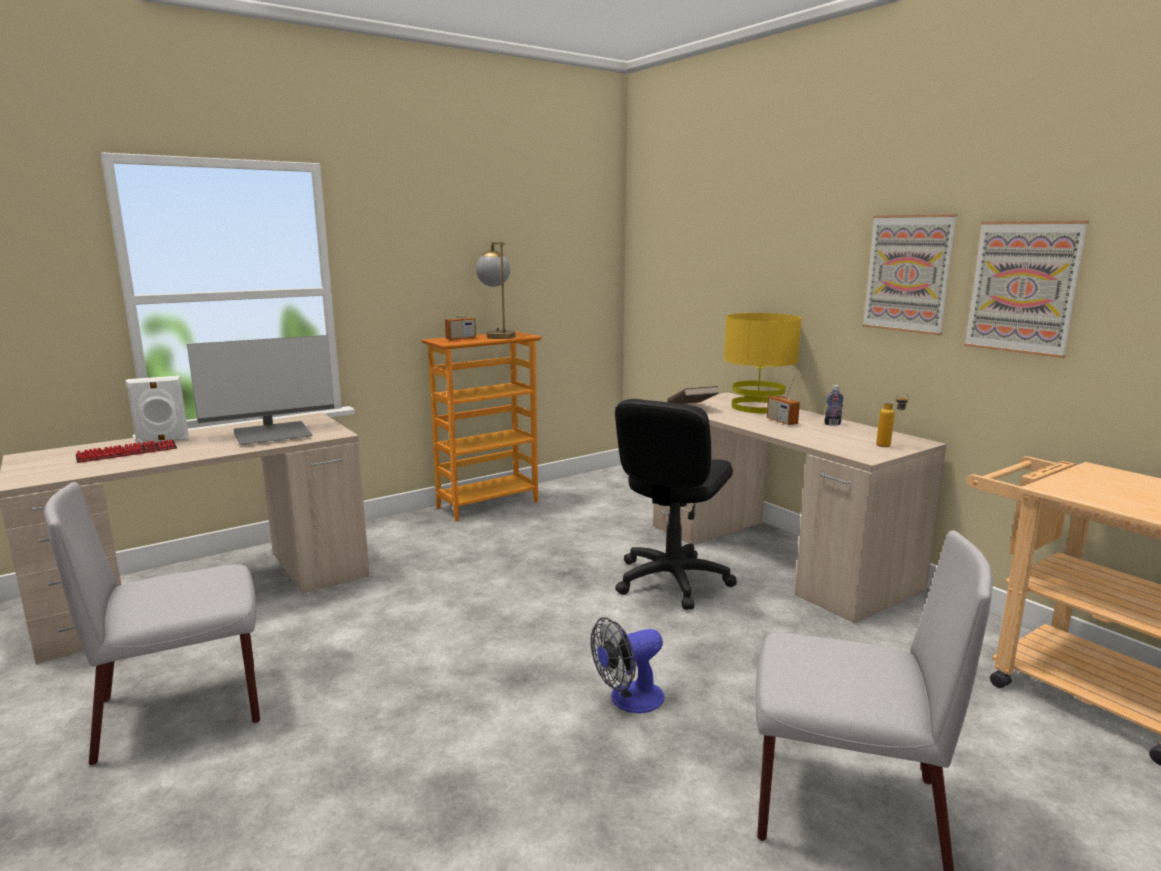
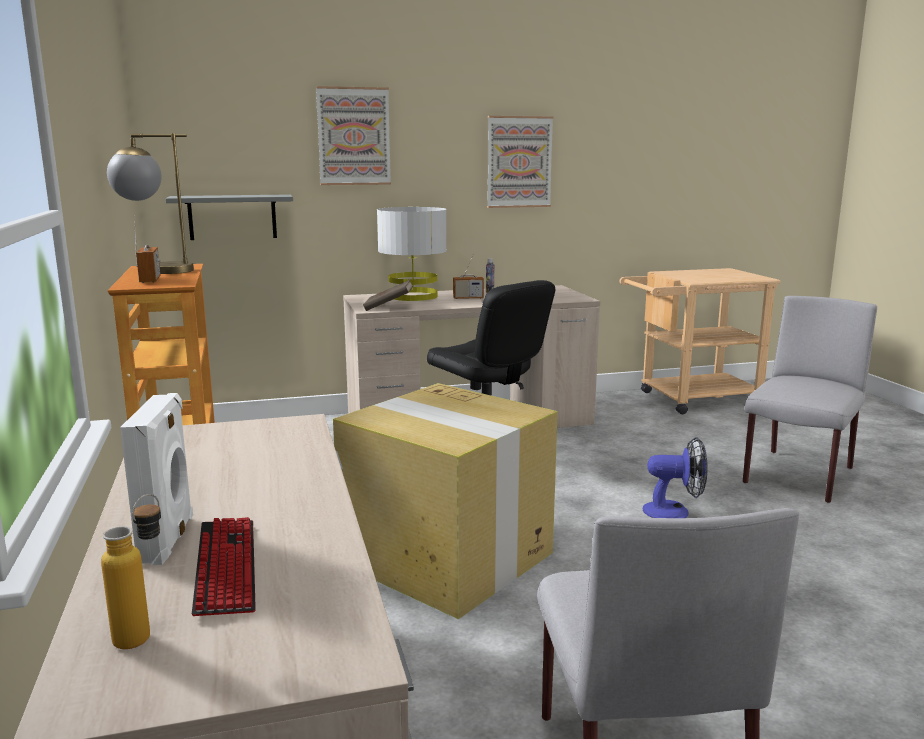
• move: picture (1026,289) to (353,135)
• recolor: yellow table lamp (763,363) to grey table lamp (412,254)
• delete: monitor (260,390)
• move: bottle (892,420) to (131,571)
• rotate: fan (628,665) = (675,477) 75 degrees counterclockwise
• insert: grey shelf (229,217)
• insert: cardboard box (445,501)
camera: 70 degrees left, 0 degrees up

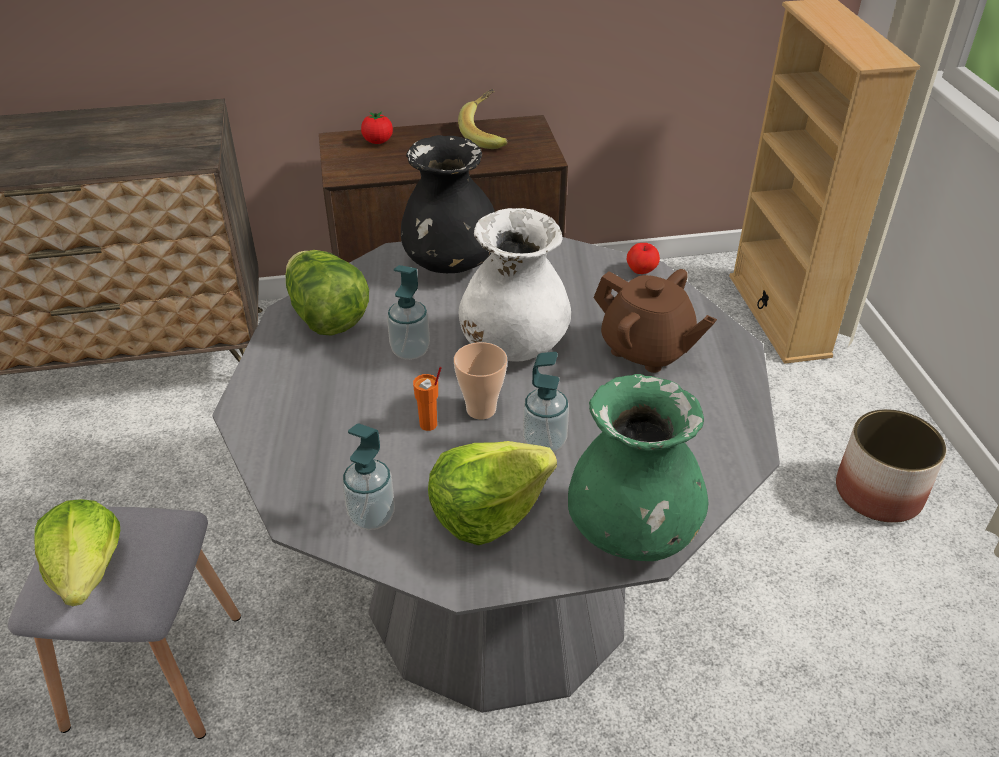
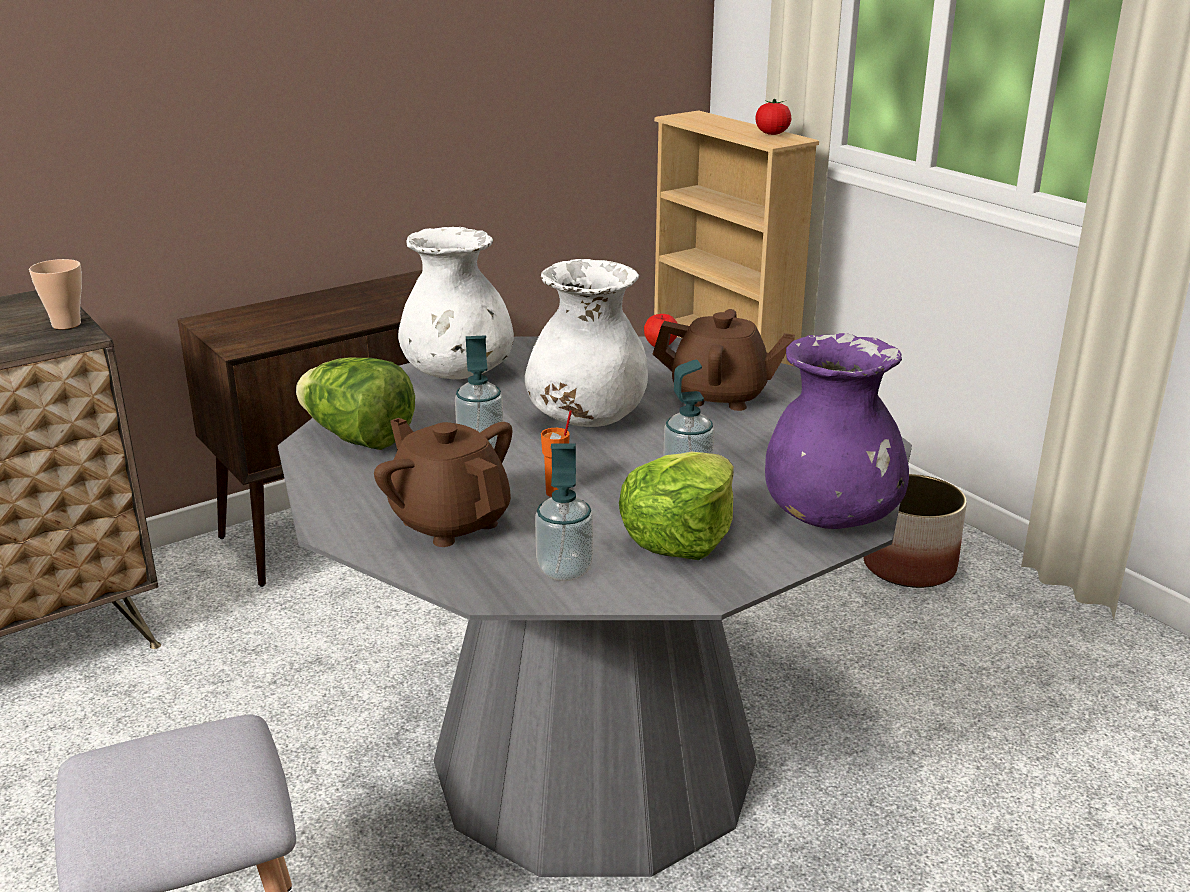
• delete: banana (483,119)
• move: tomato (377,127) to (773,117)
• recolor: black vase (448,204) to white vase (456,303)
• move: cup (480,381) to (55,294)
• recolor: green vase (638,467) to purple vase (837,431)
• delete: lettuce (77,552)
• insert: brown teapot (443,482)
camera: 25 degrees left, 15 degrees down

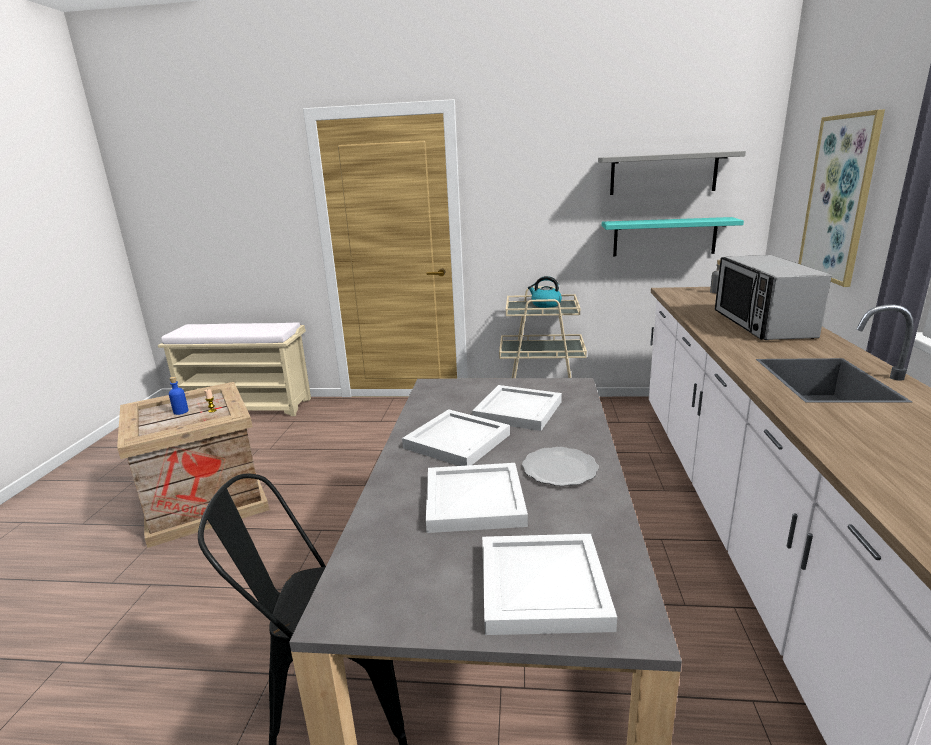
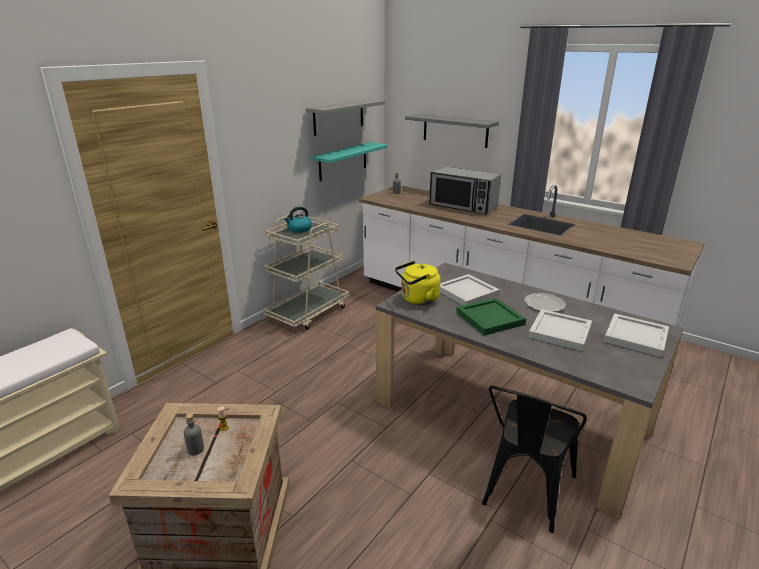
• replace: picture (841,198) to grey shelf (452,131)
• recolor: blue bottle (179,396) to grey bottle (194,434)
• recolor: white tray (456,437) to green tray (491,317)
• insert: yellow kettle (418,283)
camera: 60 degrees left, 5 degrees up

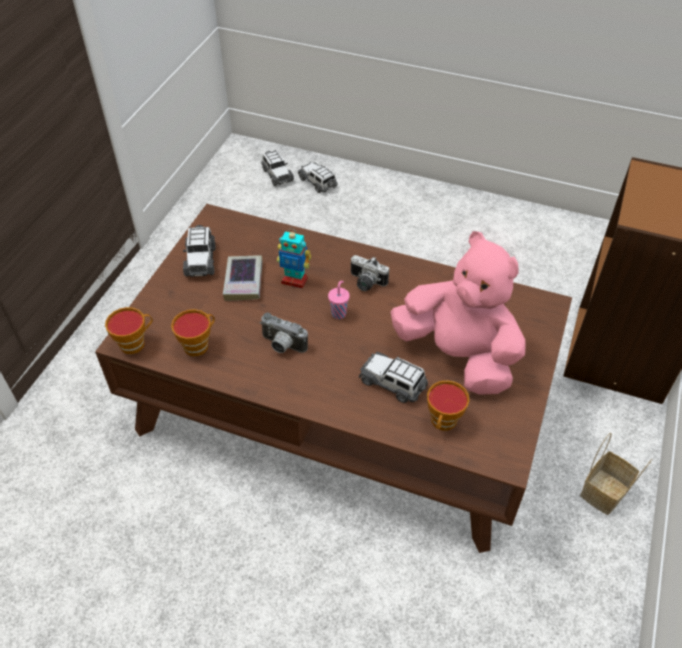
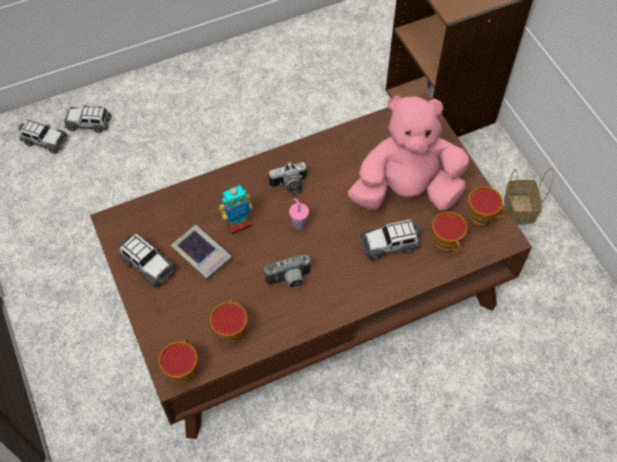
• insert: cup (487,207)
camera: 45 degrees left, 10 degrees up

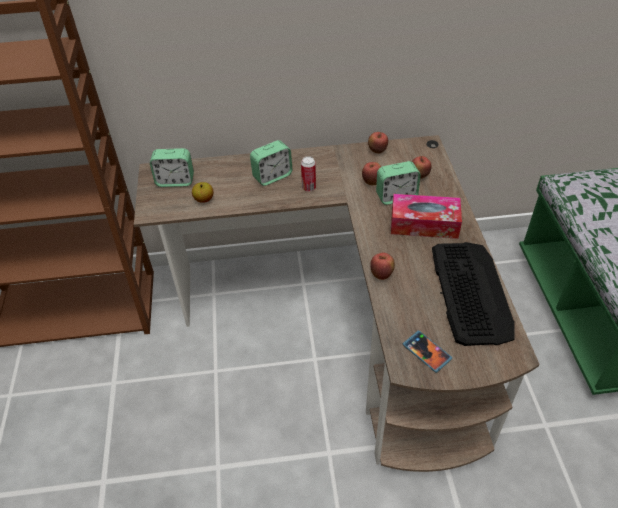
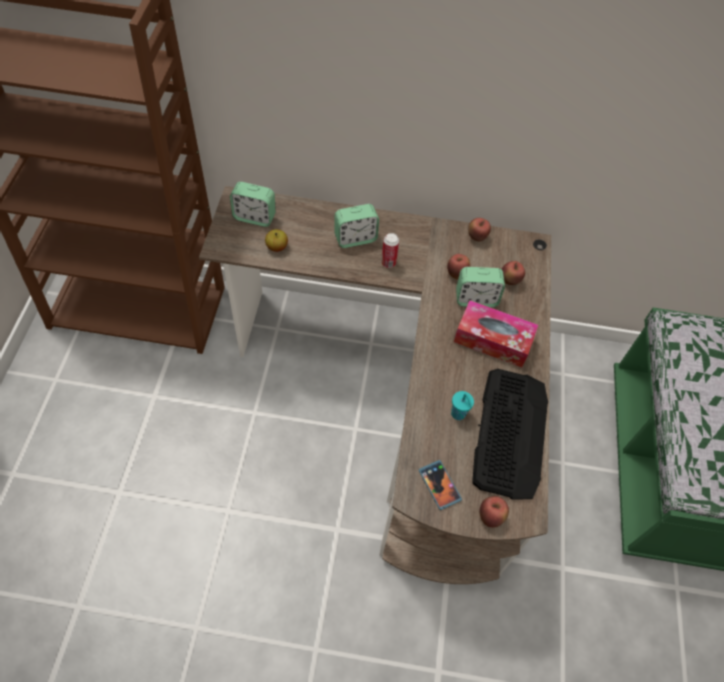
• move: apple (382,266) to (494,511)
• insert: turquoise cup (462,405)
camera: 10 degrees right, 10 degrees up

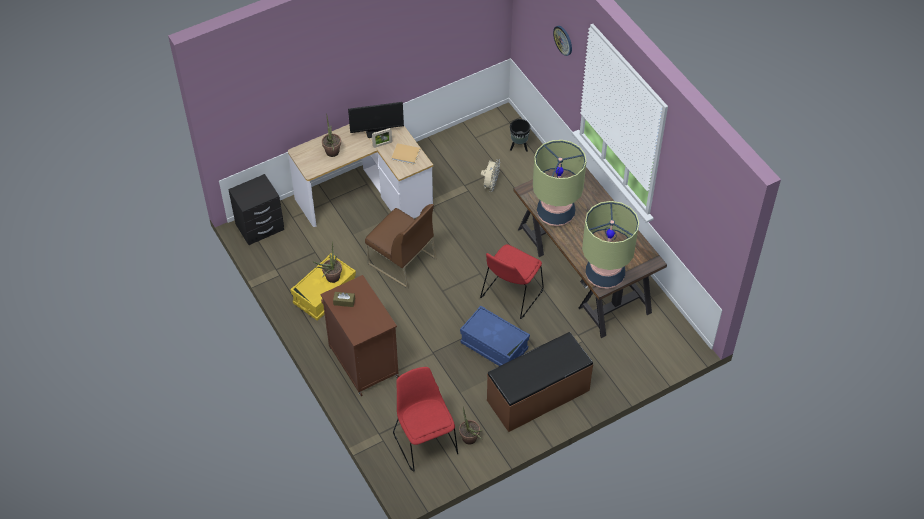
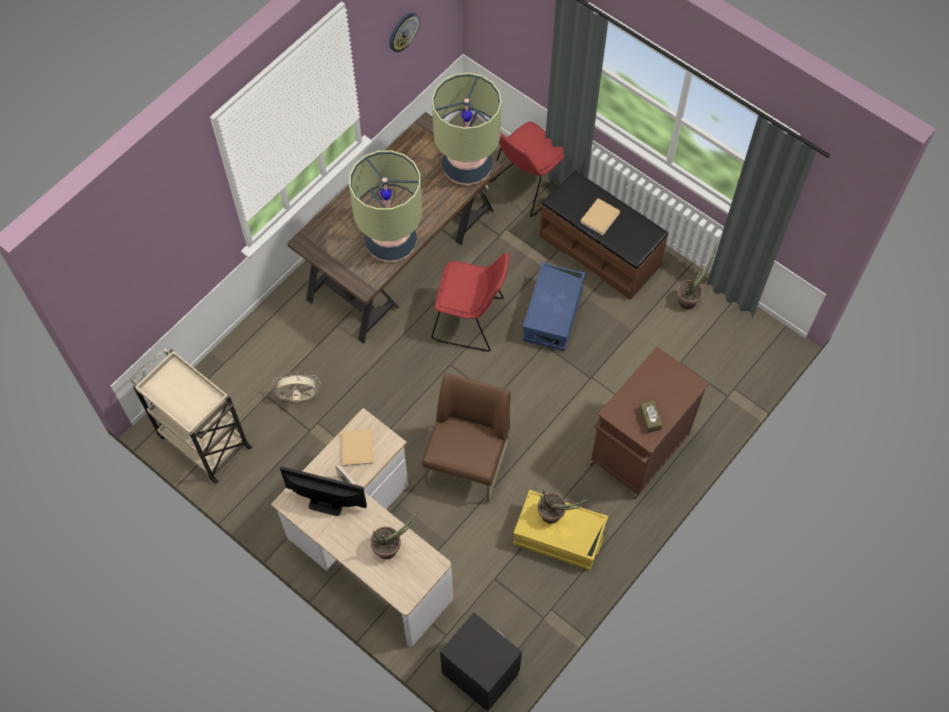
• move: wall clock (562,41) to (404,32)
• rotate: monitor (376,120) = (323,491) 45 degrees counterclockwise
• delete: black planter (520,135)
• move: red chair (425,419) to (527,169)
• insert: beige book (600,216)
• insert: beige cart (192,415)
camera: 110 degrees left, 10 degrees up

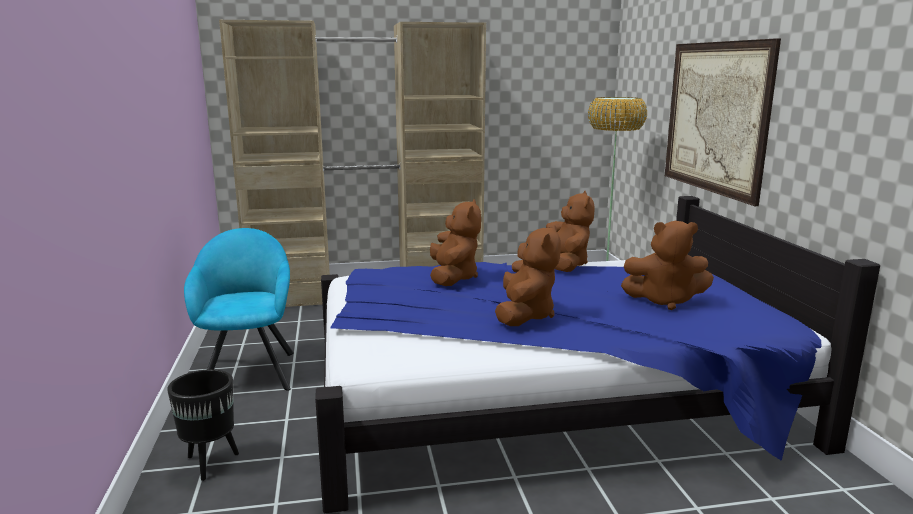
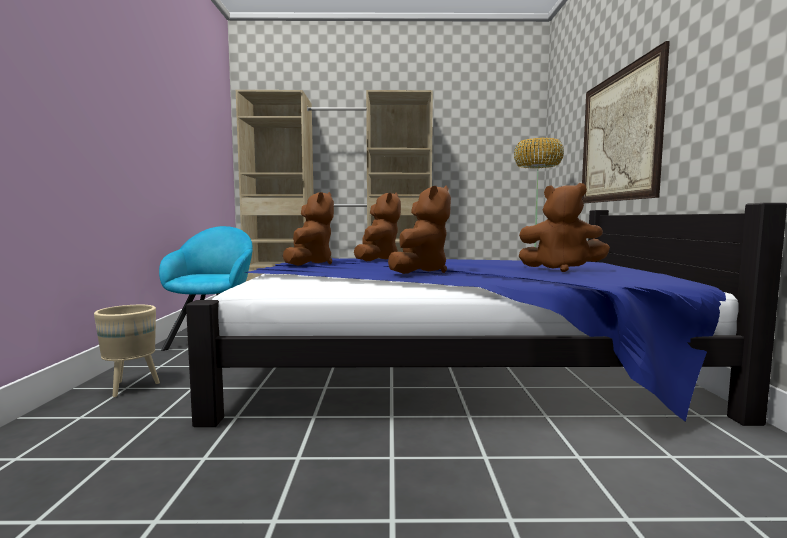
• move: brown plush toy (570,231) to (308,229)
• recolor: black planter (203,425) to beige planter (127,351)
camera: 10 degrees right, 10 degrees down

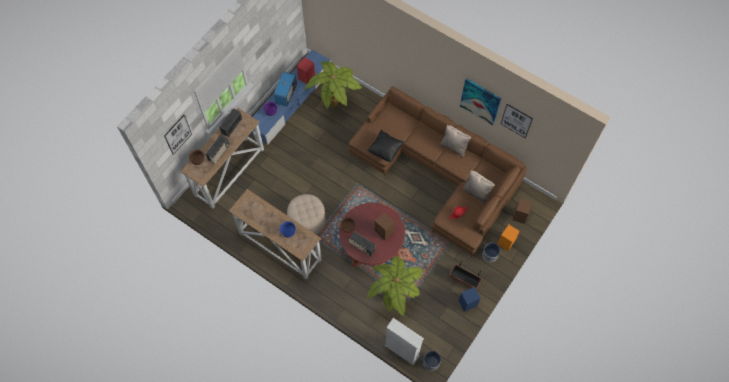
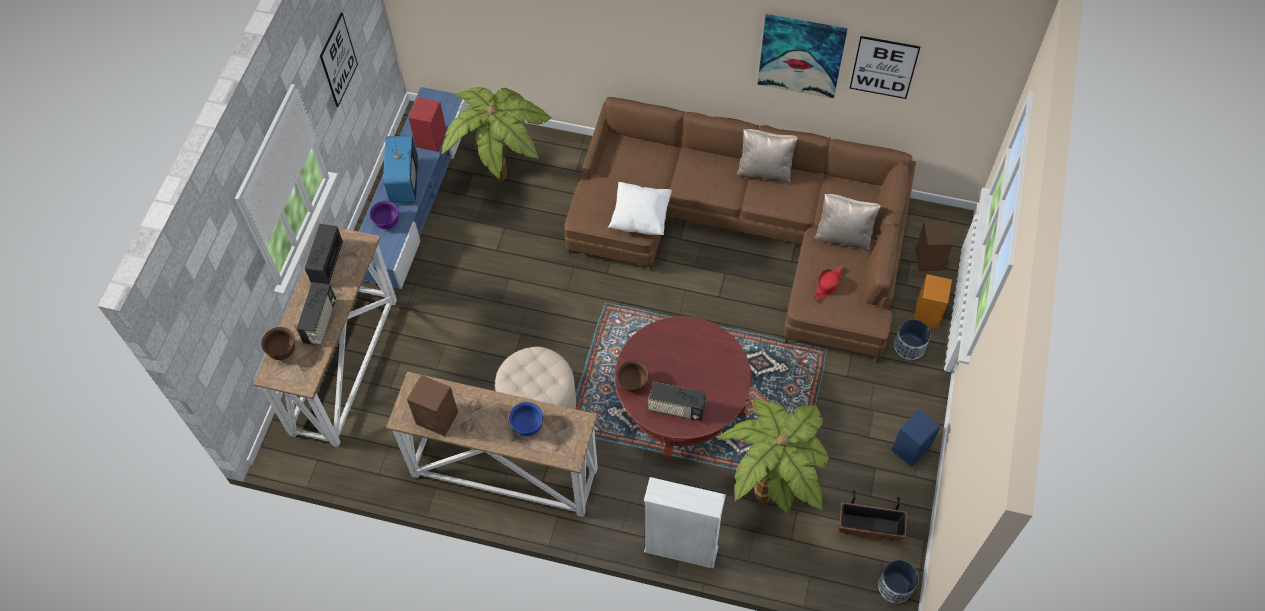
• move: picture (178,135) to (339,60)
• recolor: black pillow (385,146) to white pillow (640,208)
• move: brown speaker (385,226) to (432,405)
• move: planter (466,275) to (873,516)
• move: white bookcase (404,341) to (685,523)
camera: 20 degrees left, 5 degrees down

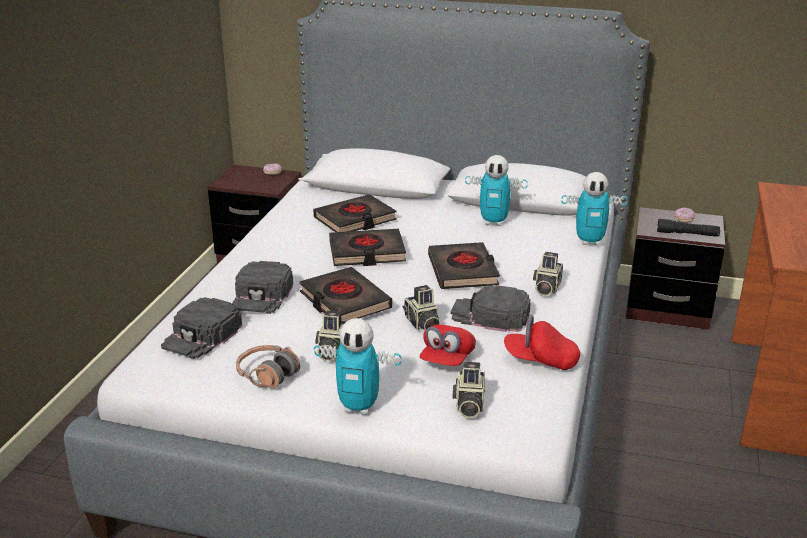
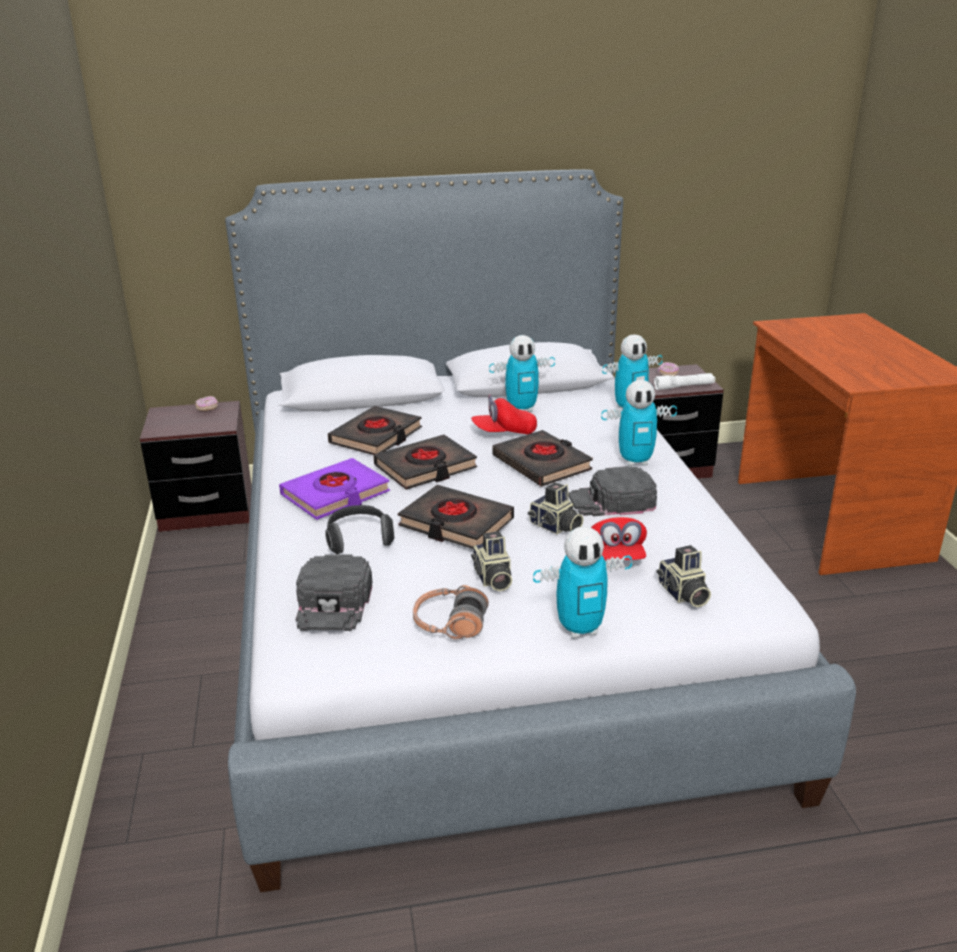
• recolor: black flashlight (688,228) to white flashlight (684,381)
• replace: photo camera (548,274) to toy robot (639,423)
• replace: black cap (262,287) to headphones (359,529)
• move: red cap (542,342) to (504,415)
• insert: purple book (334,489)
camera: 25 degrees left, 0 degrees up

